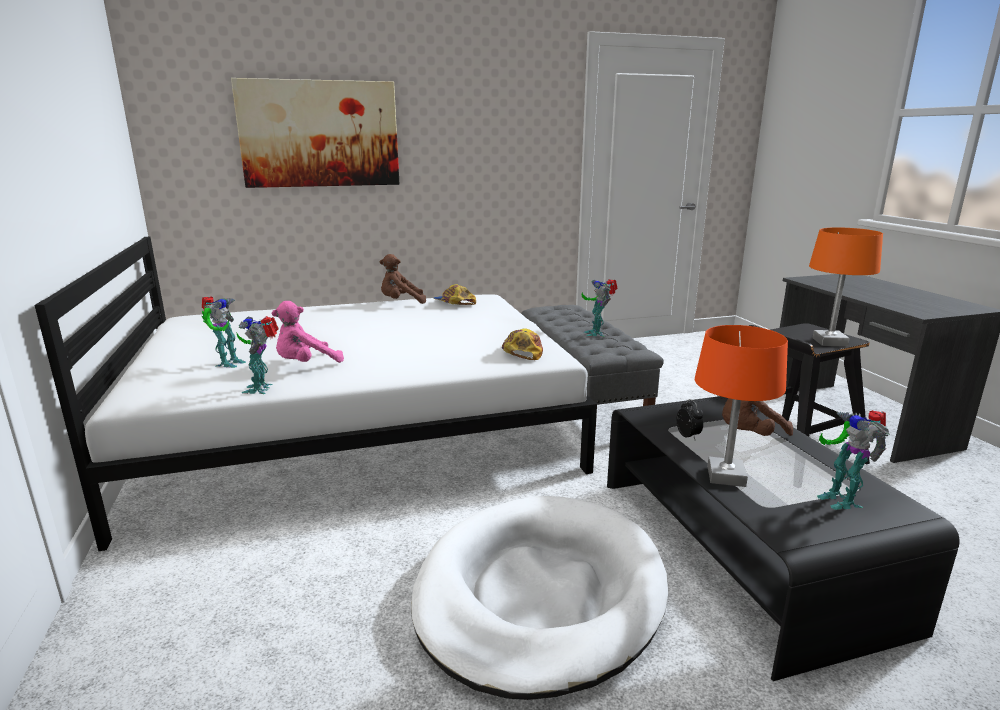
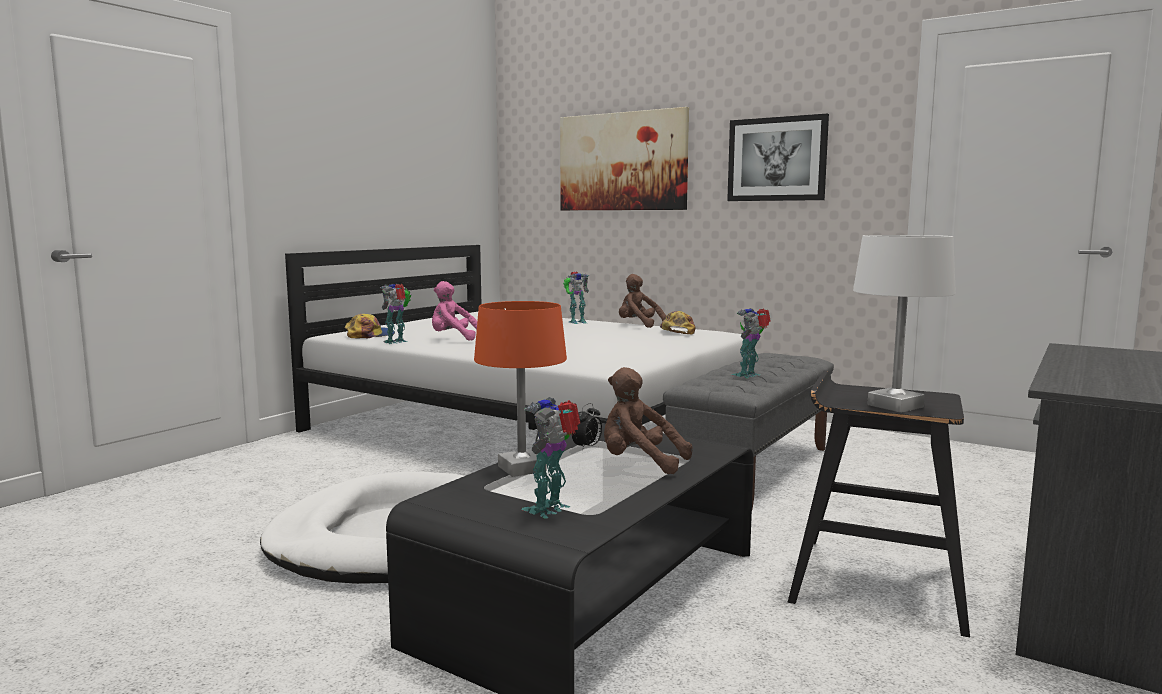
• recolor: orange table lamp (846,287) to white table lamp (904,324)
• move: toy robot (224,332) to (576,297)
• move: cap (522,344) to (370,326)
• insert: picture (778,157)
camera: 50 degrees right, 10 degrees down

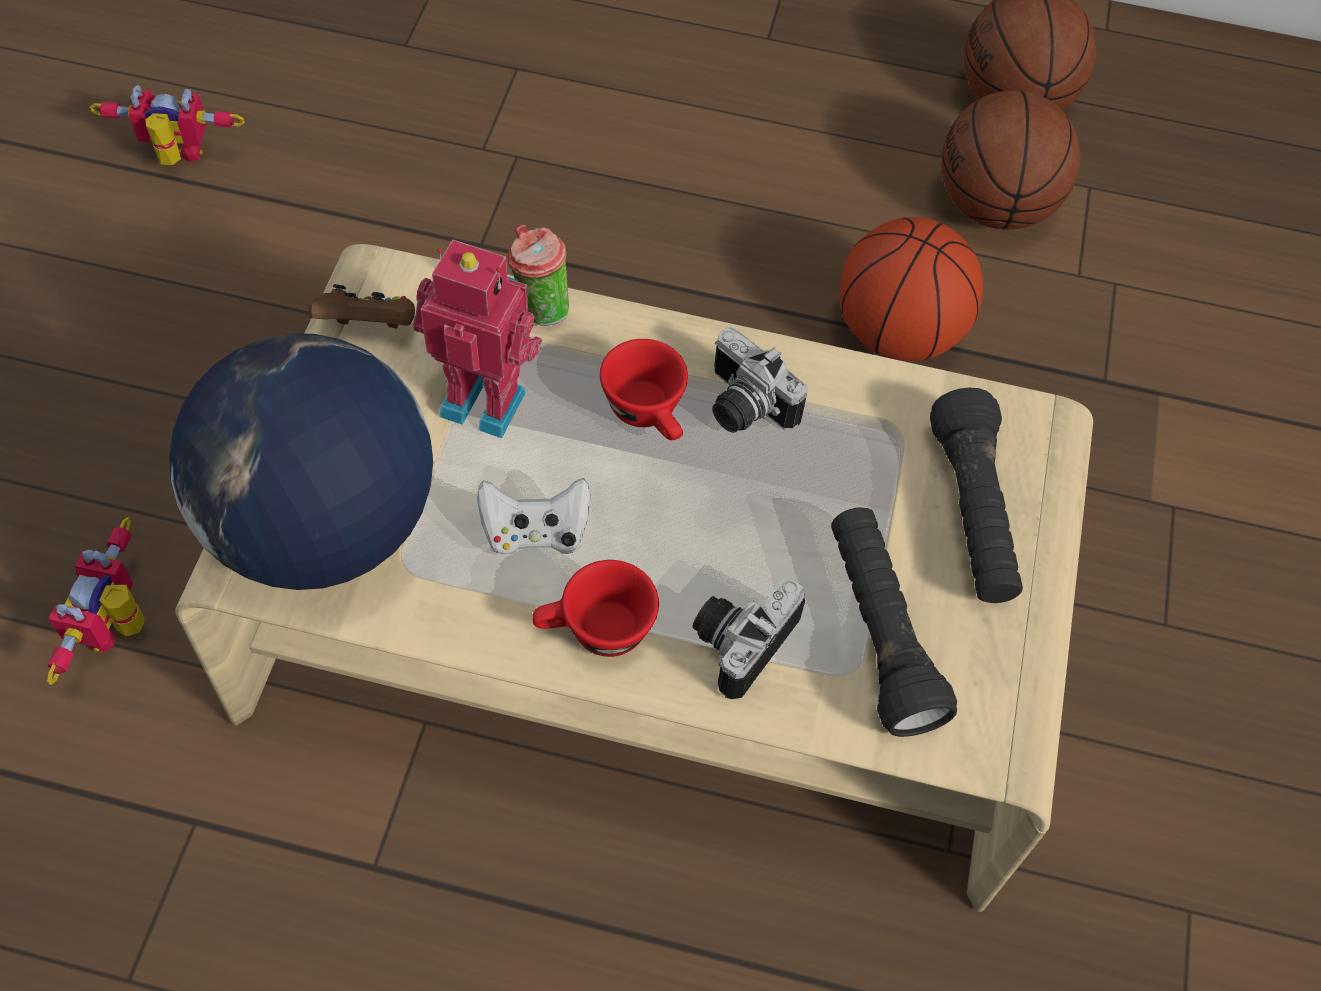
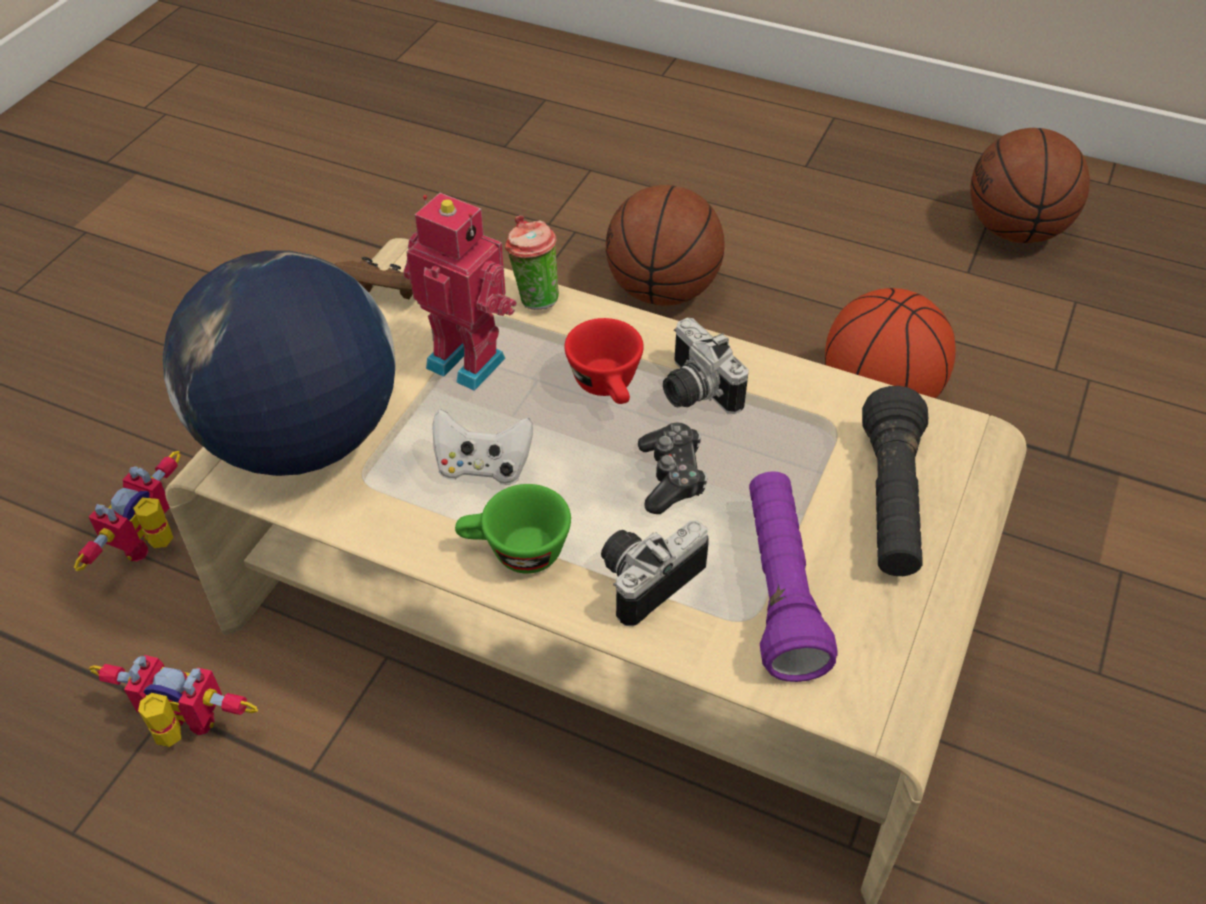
• move: toy robot (167,125) to (173,701)
• move: basketball (1010,159) to (665,245)
• recolor: black flashlight (894,622) to purple flashlight (793,576)
• recolor: red cup (595,608) to green cup (513,529)
• insert: game controller (673,468)
camera: 15 degrees right, 10 degrees down

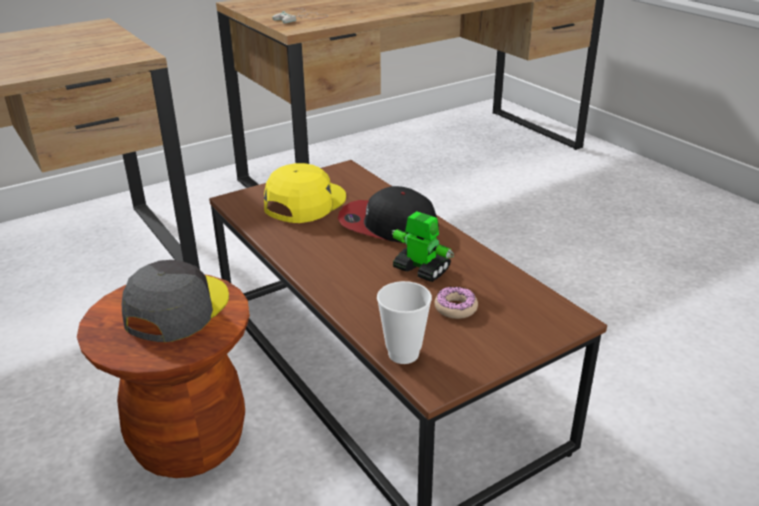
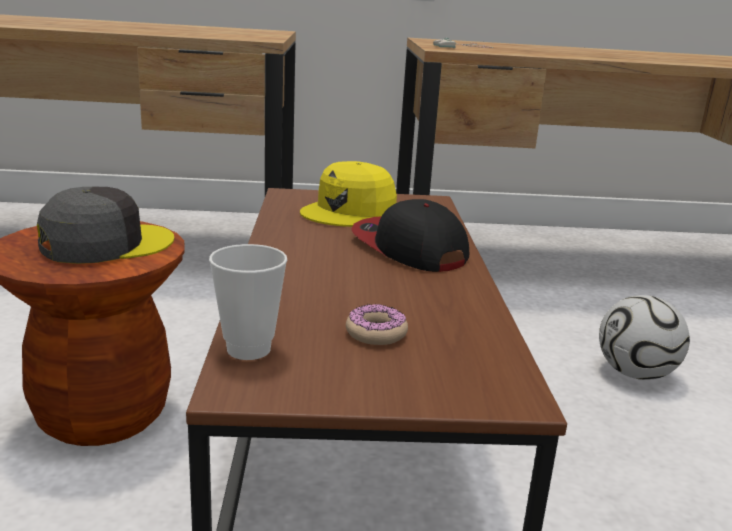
• rotate: yellow cap (305,193) = (348,194) 150 degrees clockwise
• delete: toy robot (422,246)
• insert: football (644,337)
camera: 30 degrees right, 10 degrees down

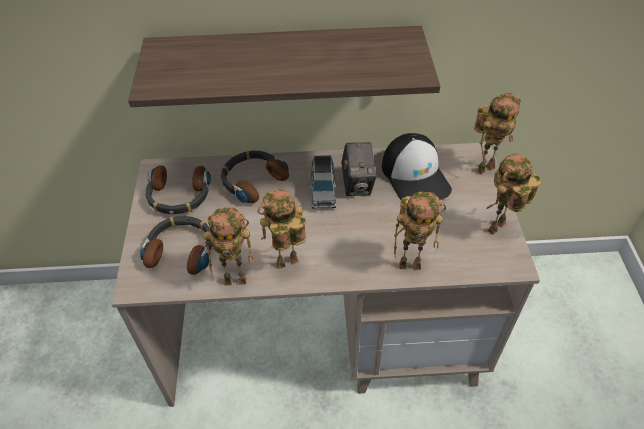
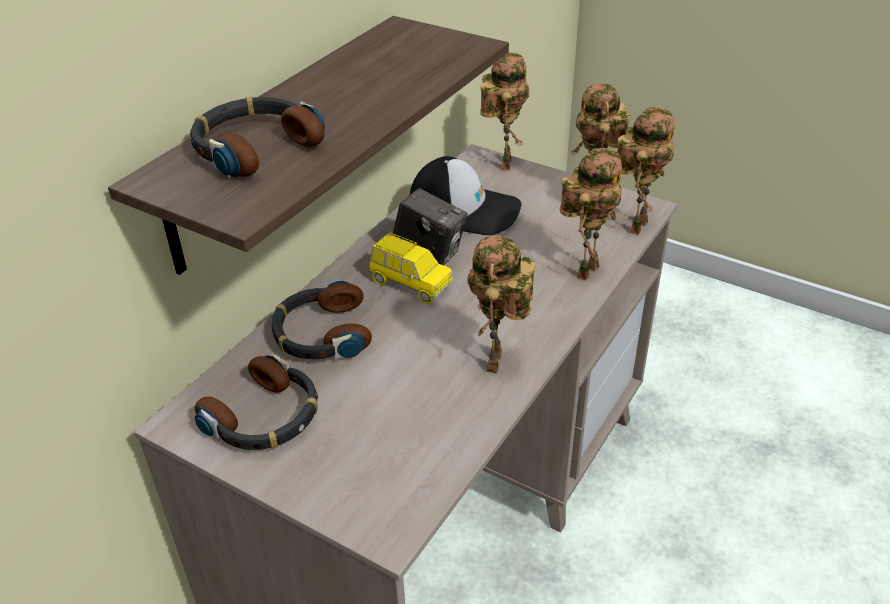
• recolor: grey toy car (323,182) to yellow toy car (411,268)
• move: toy robot (228,246) to (646,171)
• move: headphones (176,245) to (257,137)
camera: 55 degrees left, 10 degrees down

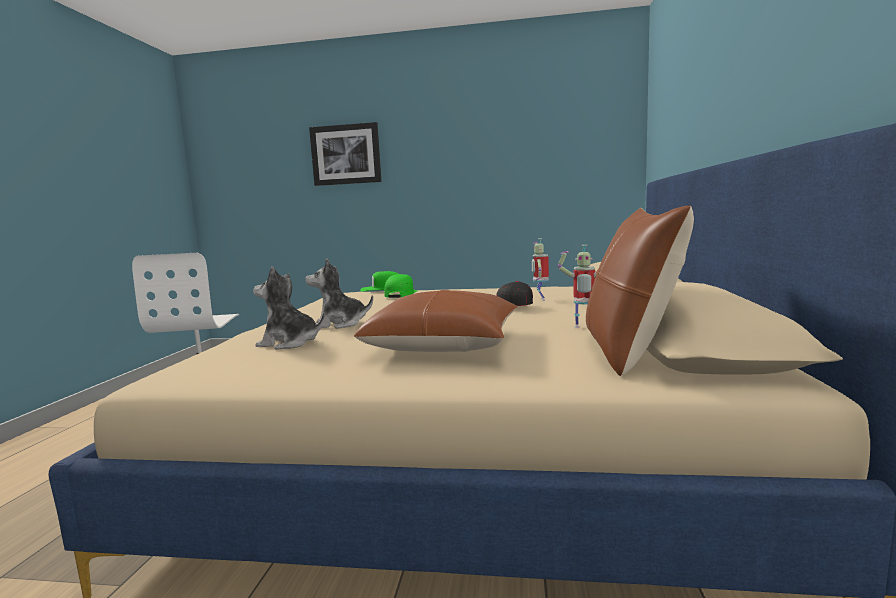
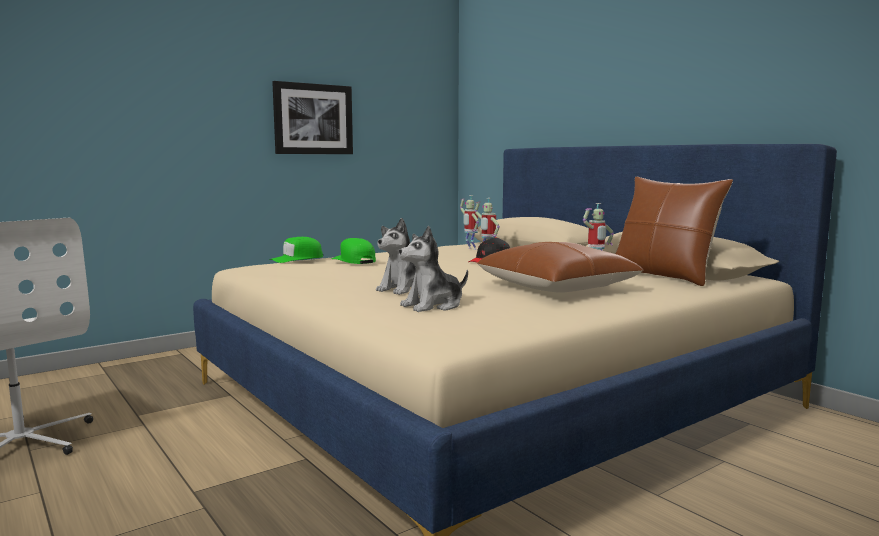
• move: picture (345,154) to (312,117)
• insert: toy robot (469,222)
camera: 45 degrees left, 0 degrees up

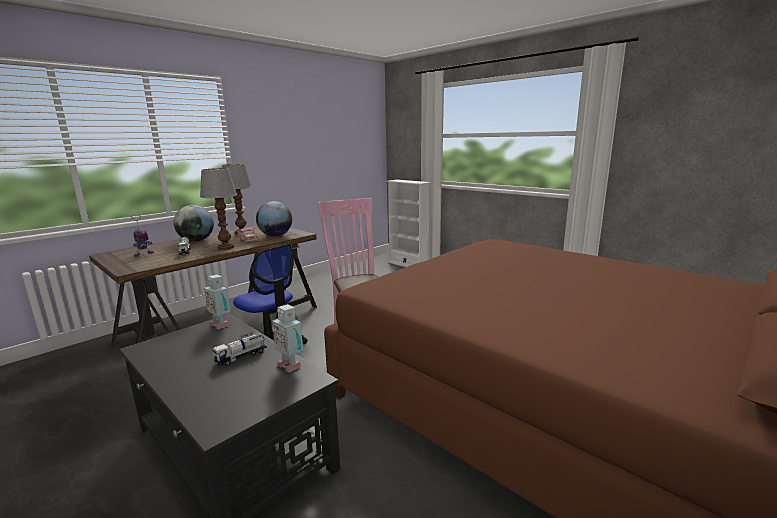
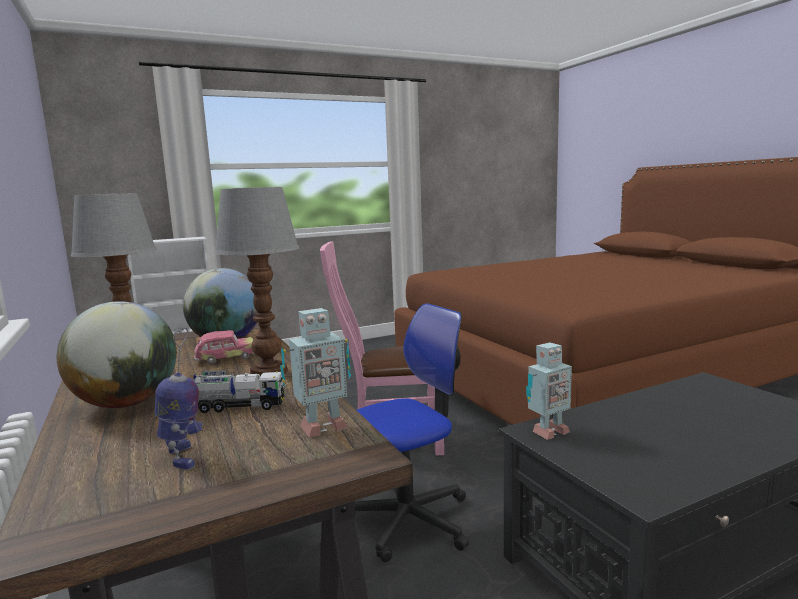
• move: toy robot (287,338) to (315,372)
• delete: toy truck (239,348)
camera: 70 degrees left, 5 degrees down

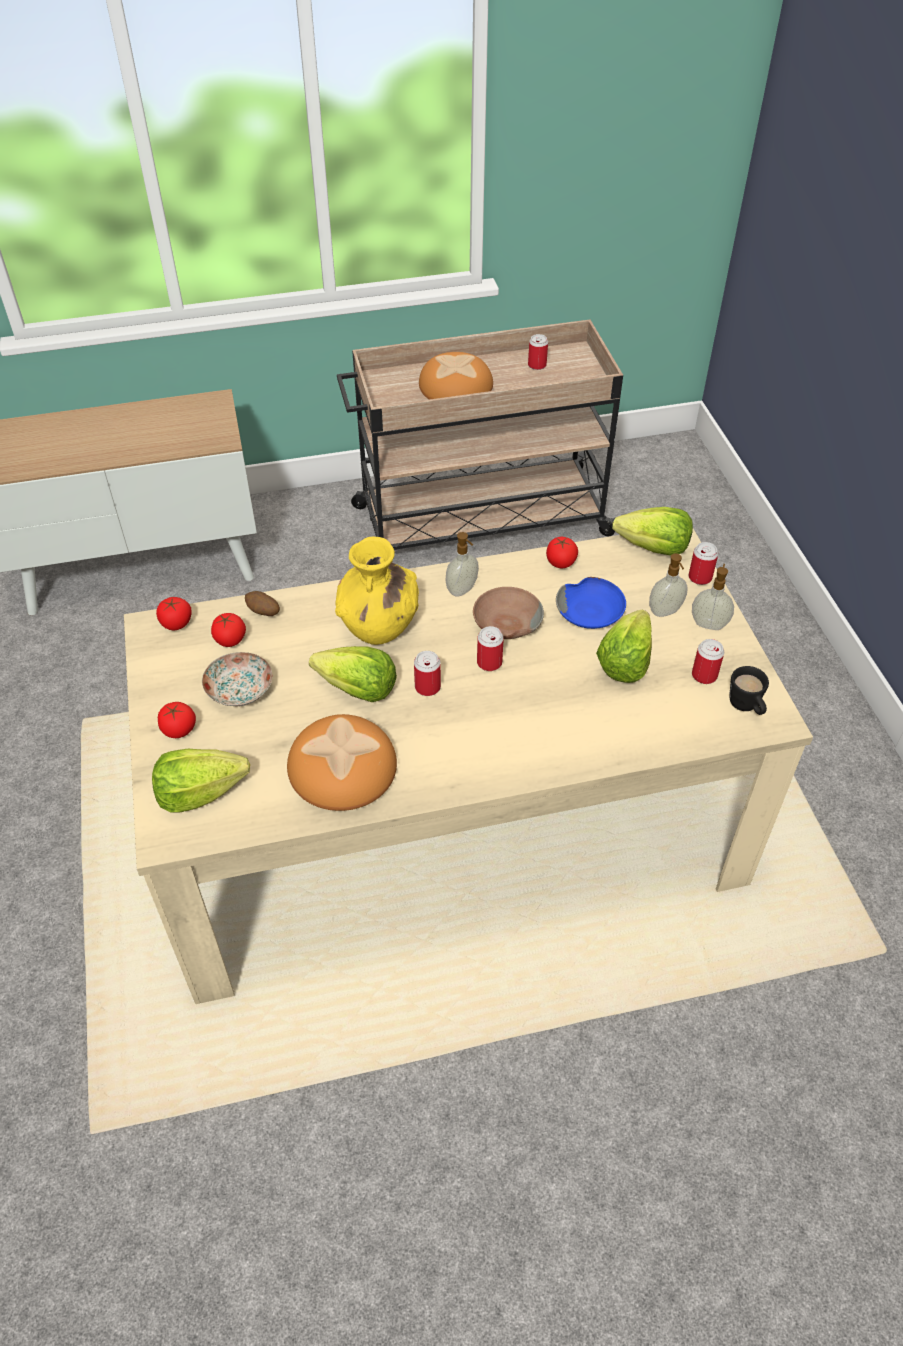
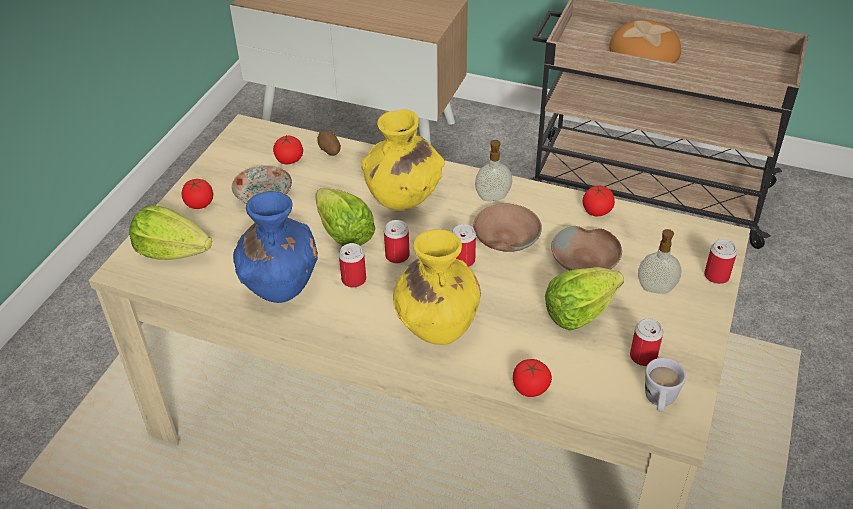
• move: can (538,352) to (352,265)
• delete: lettuce (652,531)
• delete: soap dispenser (713,597)
• recolor: blue bowl (591,603) to brown bowl (586,248)
• move: tomato (174,613) to (532,378)
• recolor: black mug (749,690) to white mug (665,385)
• replace: bread (342,762) to blue vase (275,247)
• insert: yellow vase (437,287)
camera: 35 degrees right, 5 degrees down

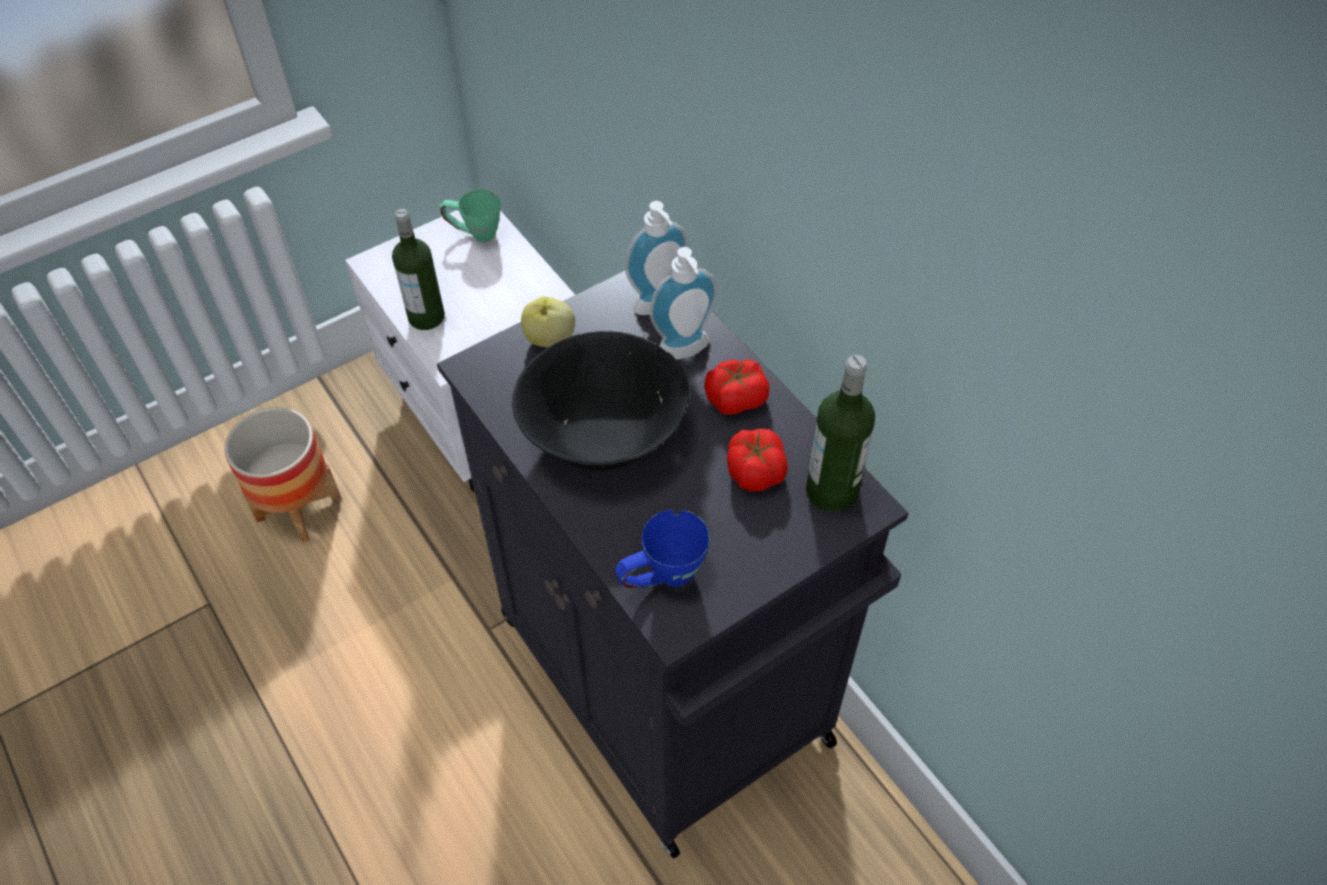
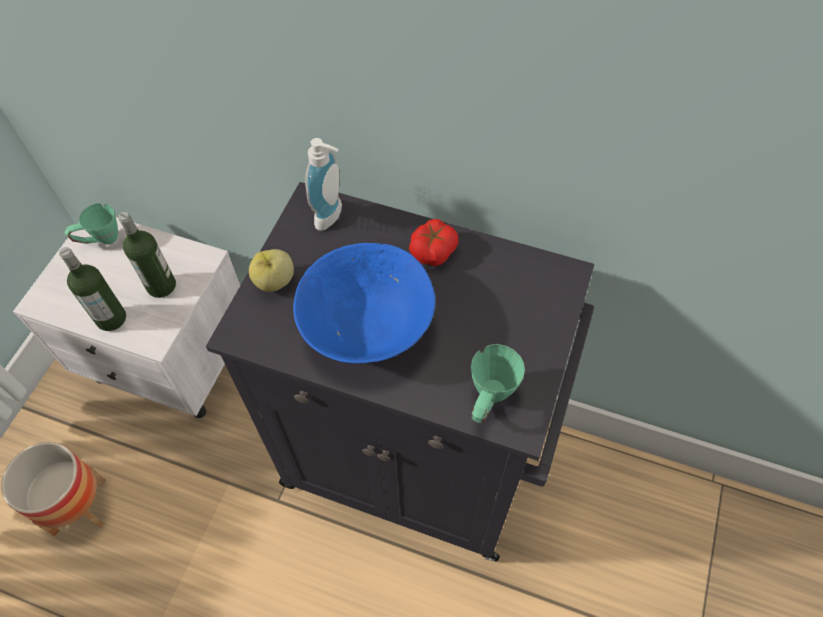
• delete: soap dispenser (684,303)
• recolor: black bowl (600,400) to blue bowl (364,303)
• move: bottle (840,433) to (147,255)
• delete: tomato (757,460)
• recolor: blue mug (662,549) to green mug (498,383)
camera: 35 degrees left, 5 degrees up

